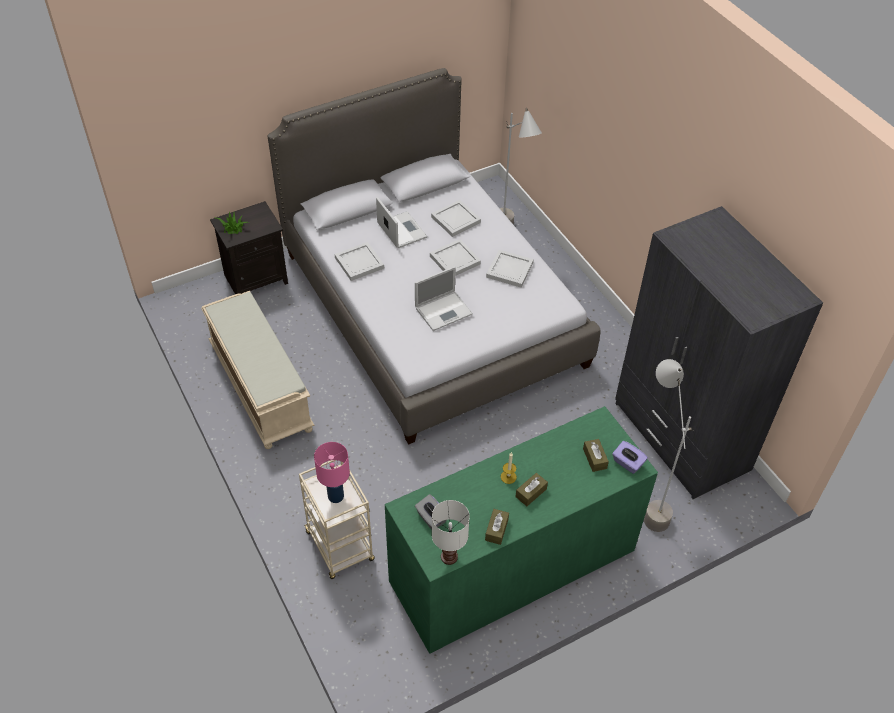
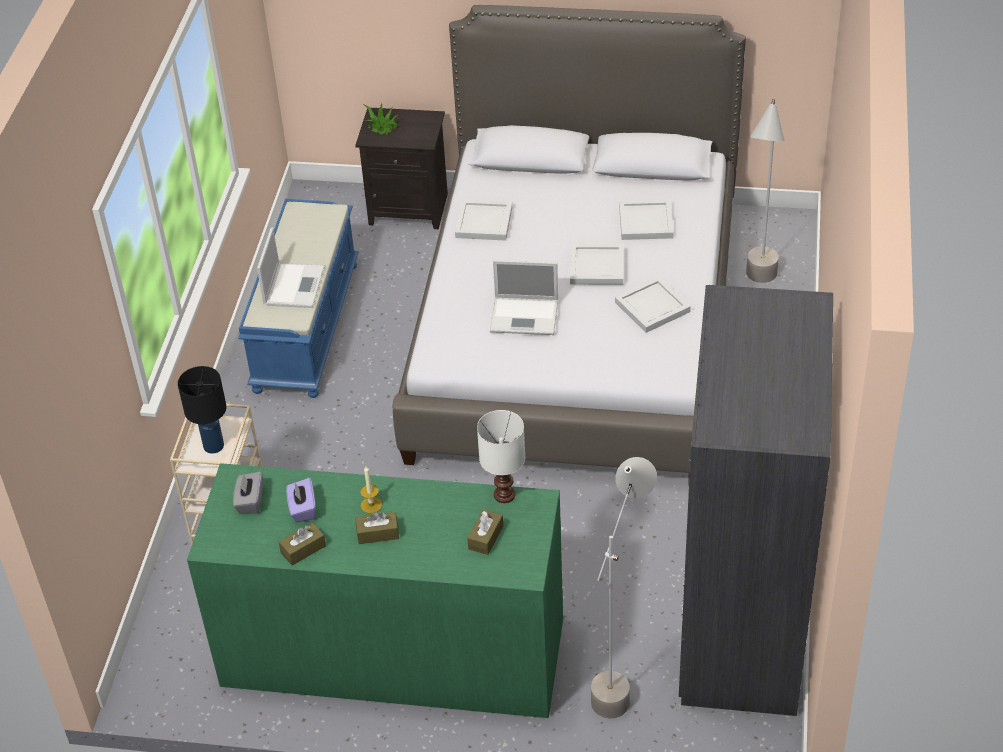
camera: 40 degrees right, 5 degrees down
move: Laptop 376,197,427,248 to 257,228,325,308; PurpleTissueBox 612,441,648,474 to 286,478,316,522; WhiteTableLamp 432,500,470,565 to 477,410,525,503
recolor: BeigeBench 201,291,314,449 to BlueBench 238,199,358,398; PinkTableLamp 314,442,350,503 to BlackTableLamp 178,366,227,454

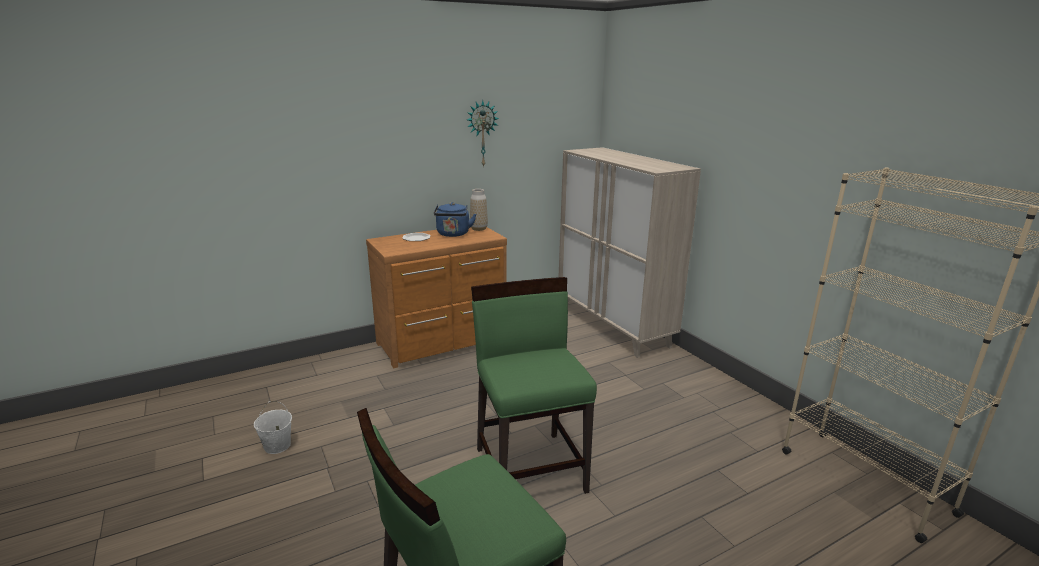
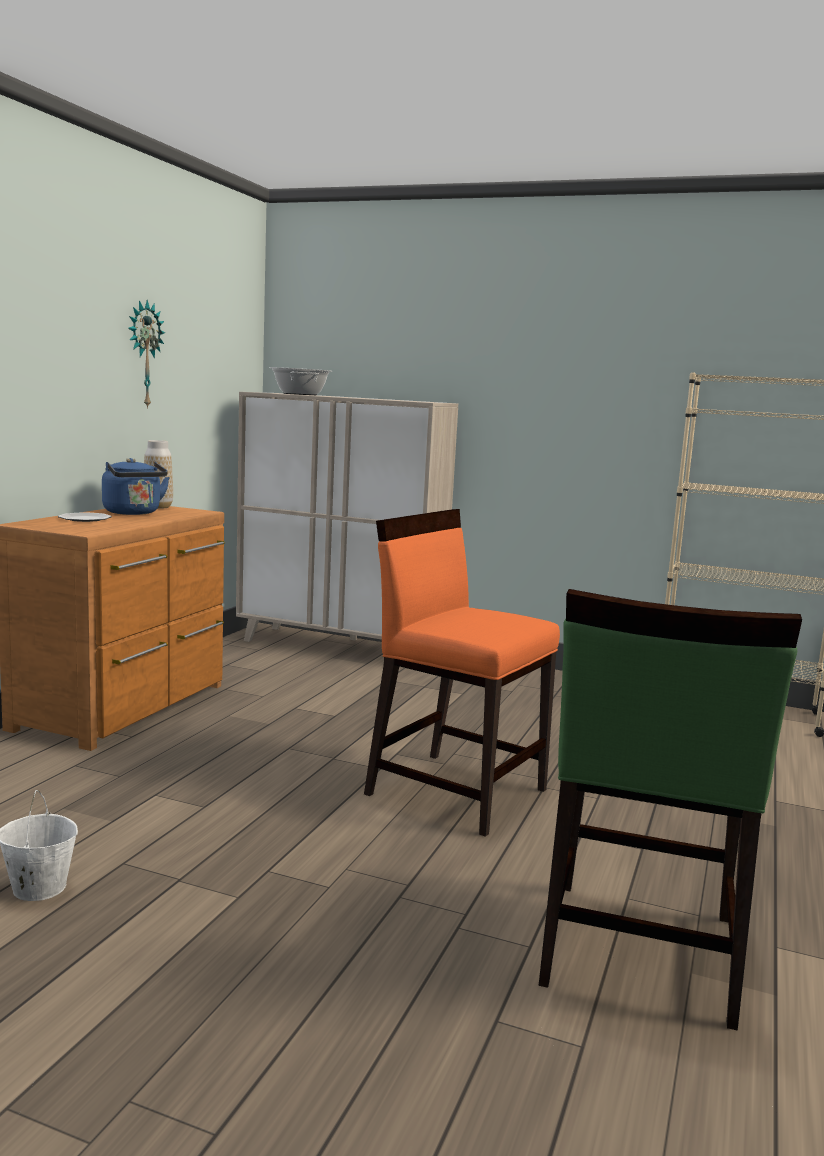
camera: 40 degrees left, 10 degrees down
insert: CookingPot 270,367,332,395
recolor: GreenChair 471,277,597,494 to OrangeChair 364,509,560,837

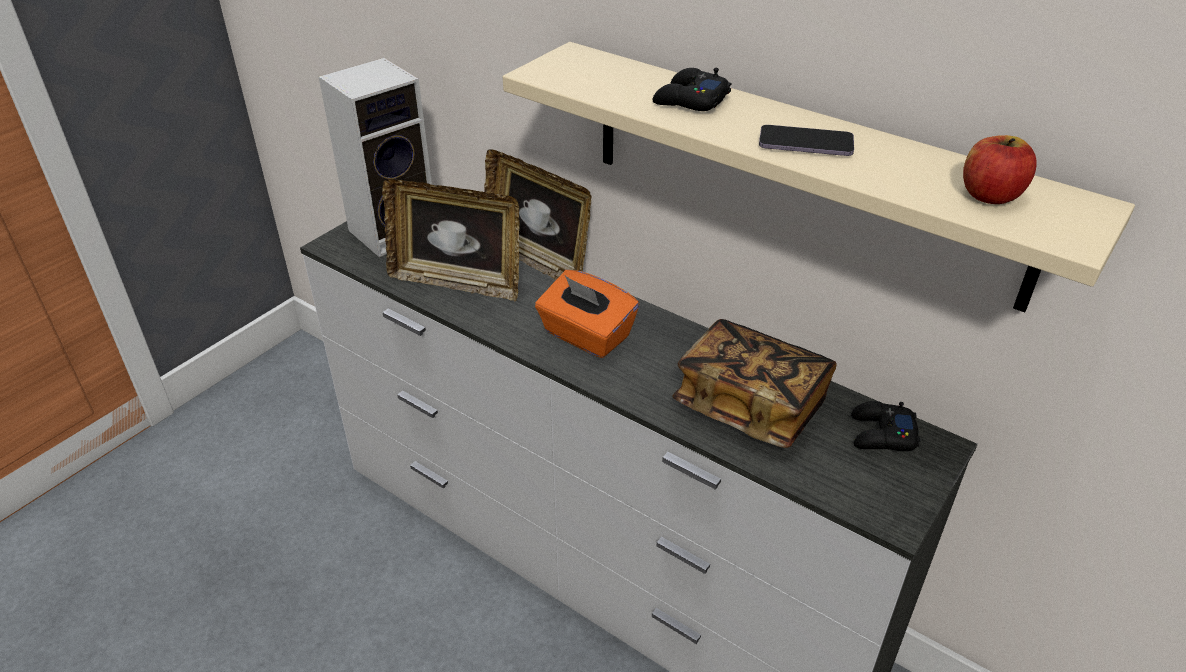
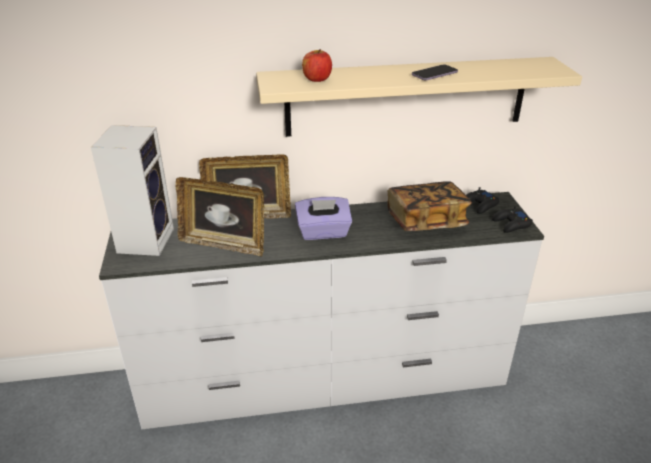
camera: 45 degrees left, 5 degrees down
move: BlackGameController 652,68,731,111 to 492,206,533,233; Apple 963,135,1037,204 to 302,49,332,82
recolor: OrangeTissueBox 535,270,639,358 to PurpleTissueBox 295,197,352,240
rotate: PictureFrame 382,179,520,301 = 175,177,264,257 45 degrees clockwise

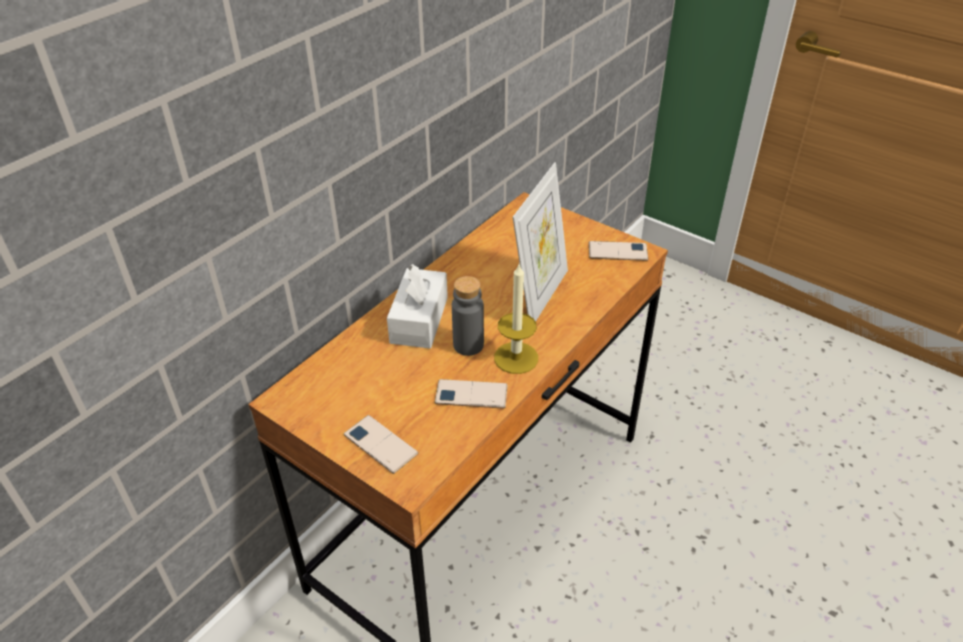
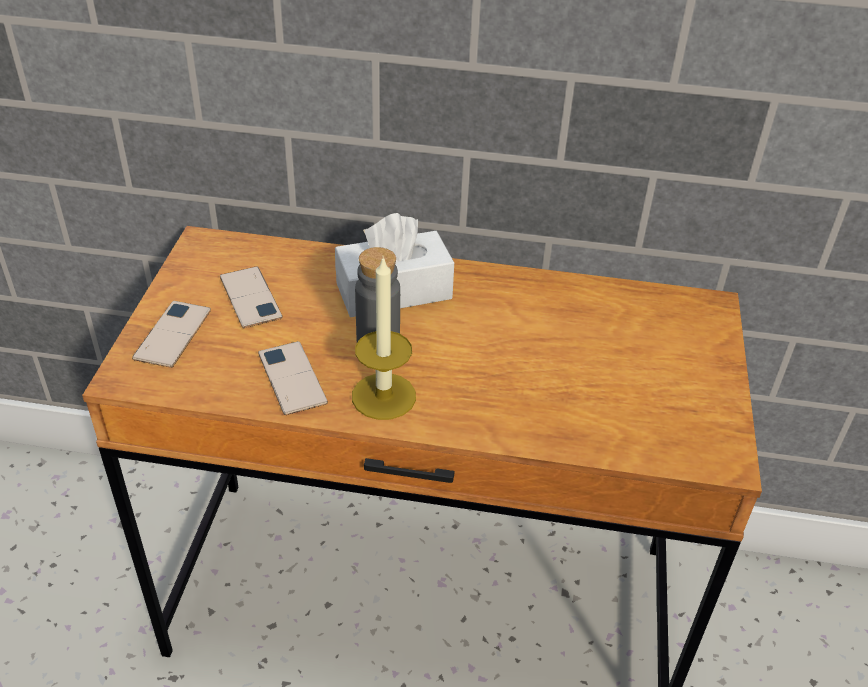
camera: 60 degrees right, 0 degrees up
delete: PictureFrame 513,162,568,322
move: Phone 589,241,648,261 to 220,266,283,328

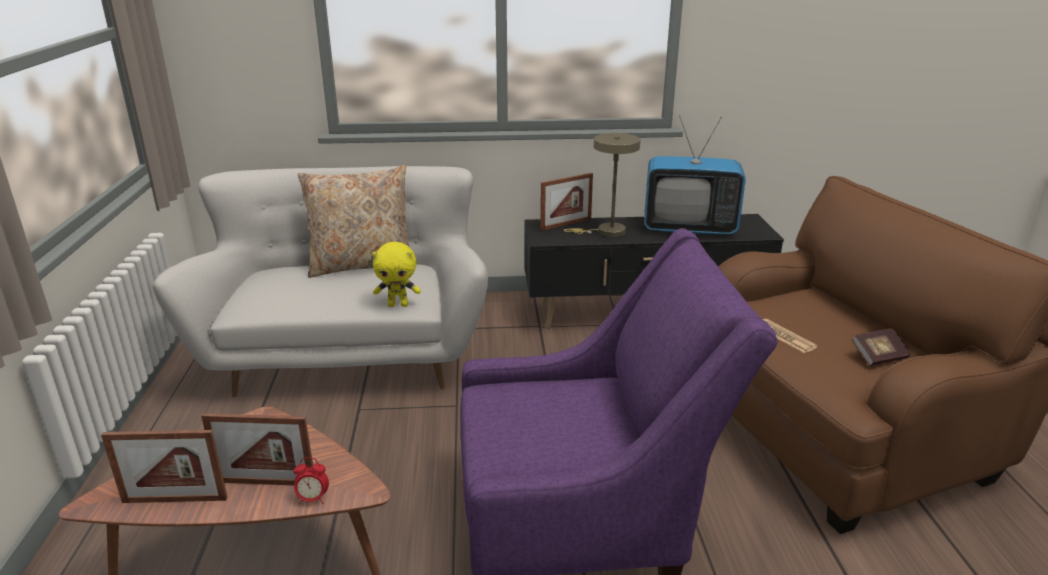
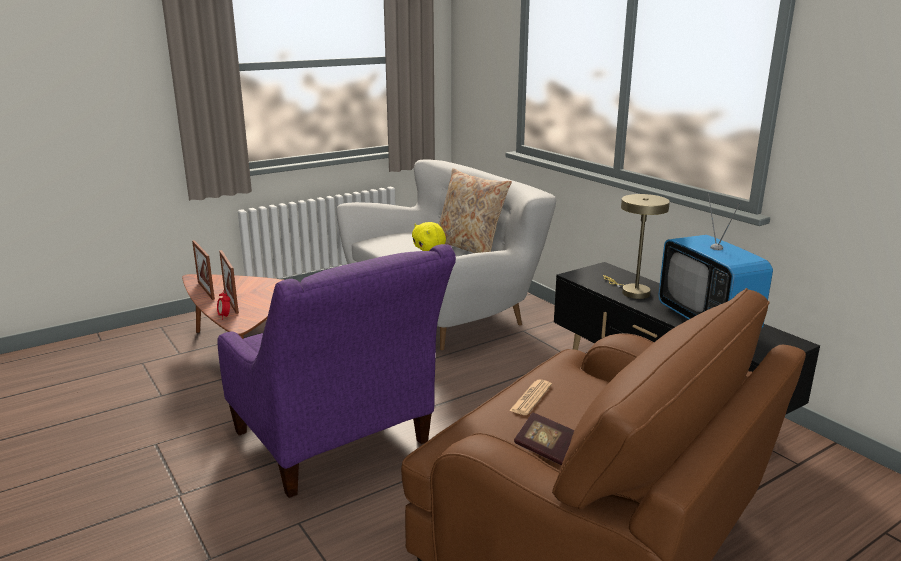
camera: 60 degrees right, 5 degrees down
delete: PictureFrame 540,173,593,231

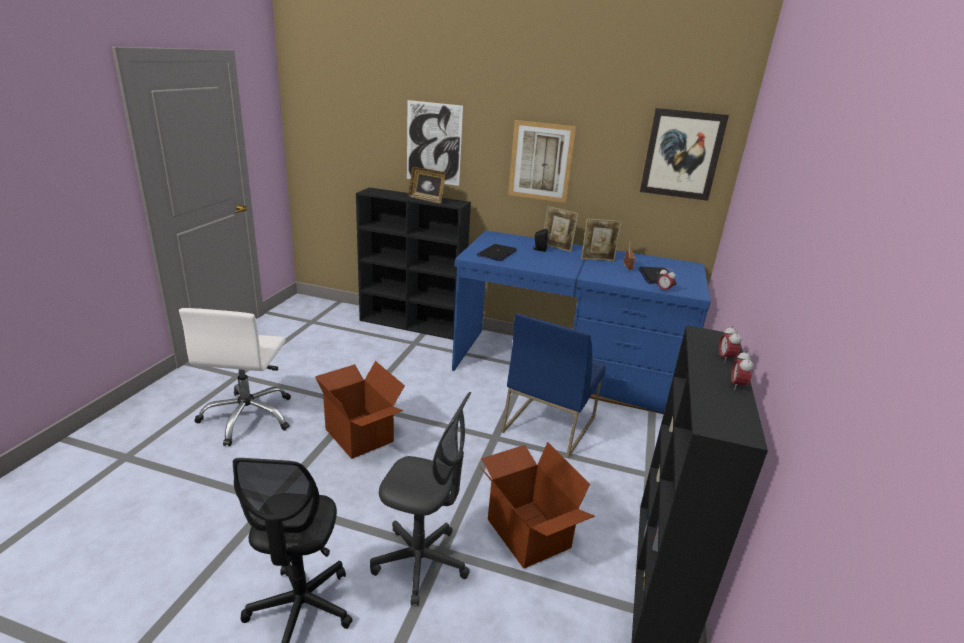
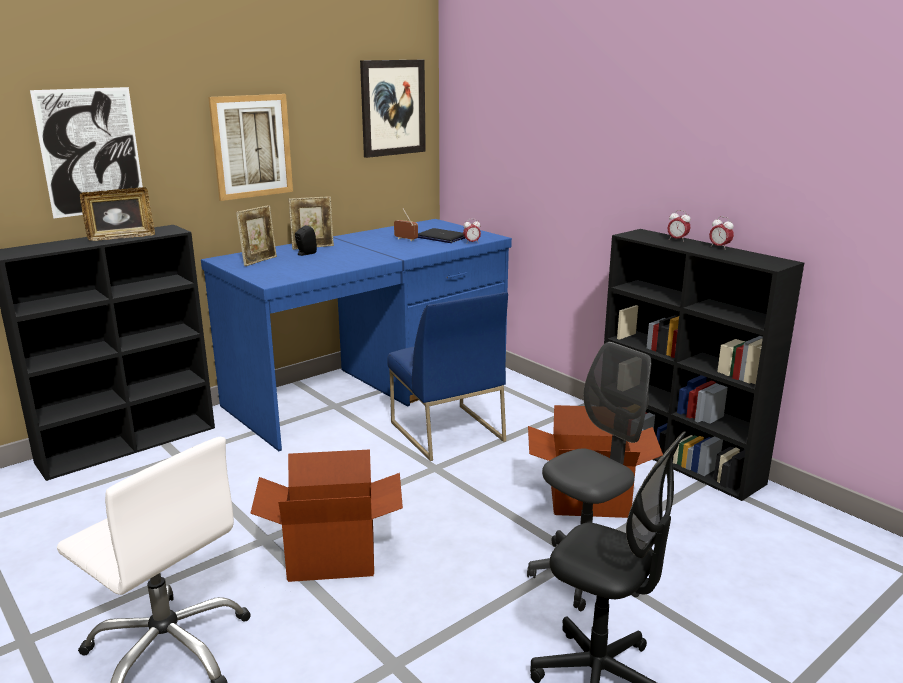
camera: 55 degrees left, 5 degrees down
delete: Laptop 477,244,517,261
move: PictureFrame 581,218,622,261 to 236,205,277,266

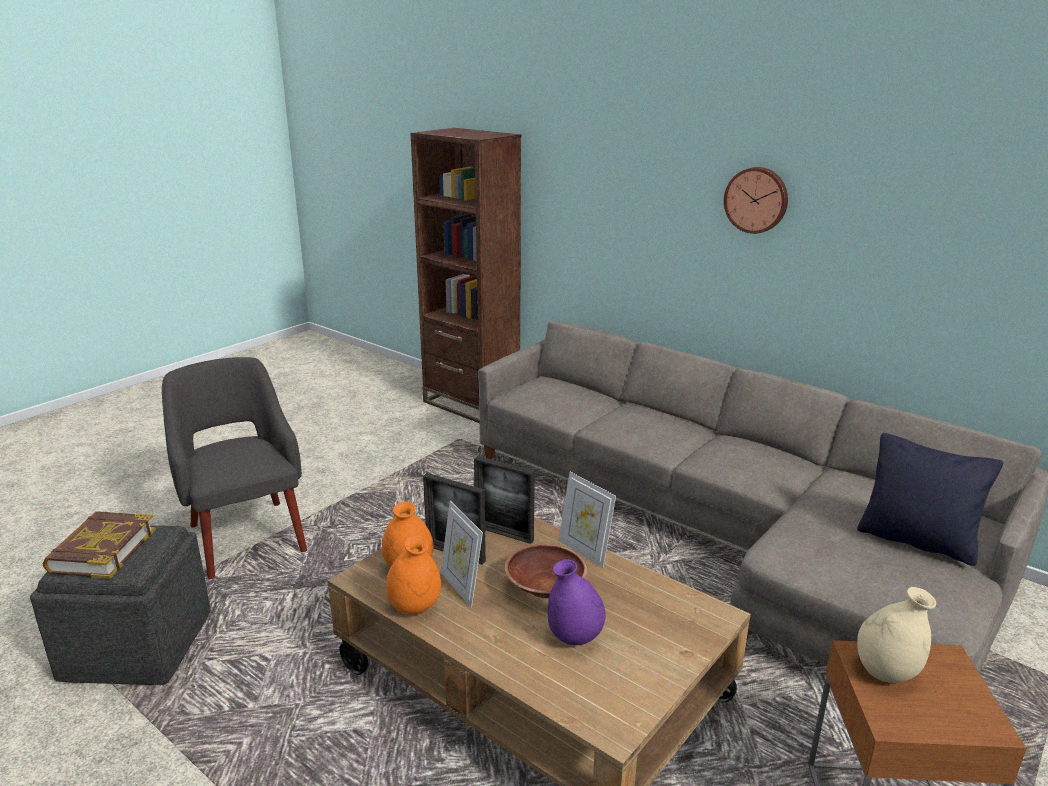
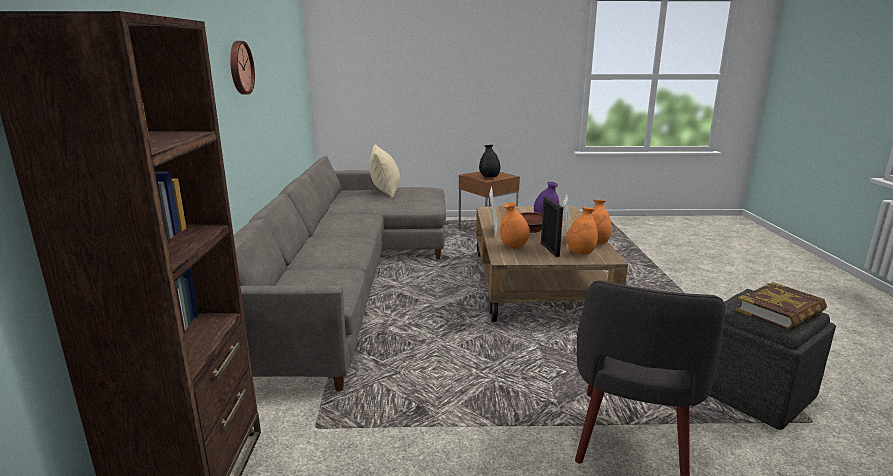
camera: 130 degrees left, 5 degrees down
replace: PictureFrame 474,456,535,544 to OrangeVase 500,202,530,248
recolor: BlackPillow 857,433,1003,566 to BeigePillow 369,144,400,198; BeigeVase 857,587,936,683 to BlackVase 479,145,500,178

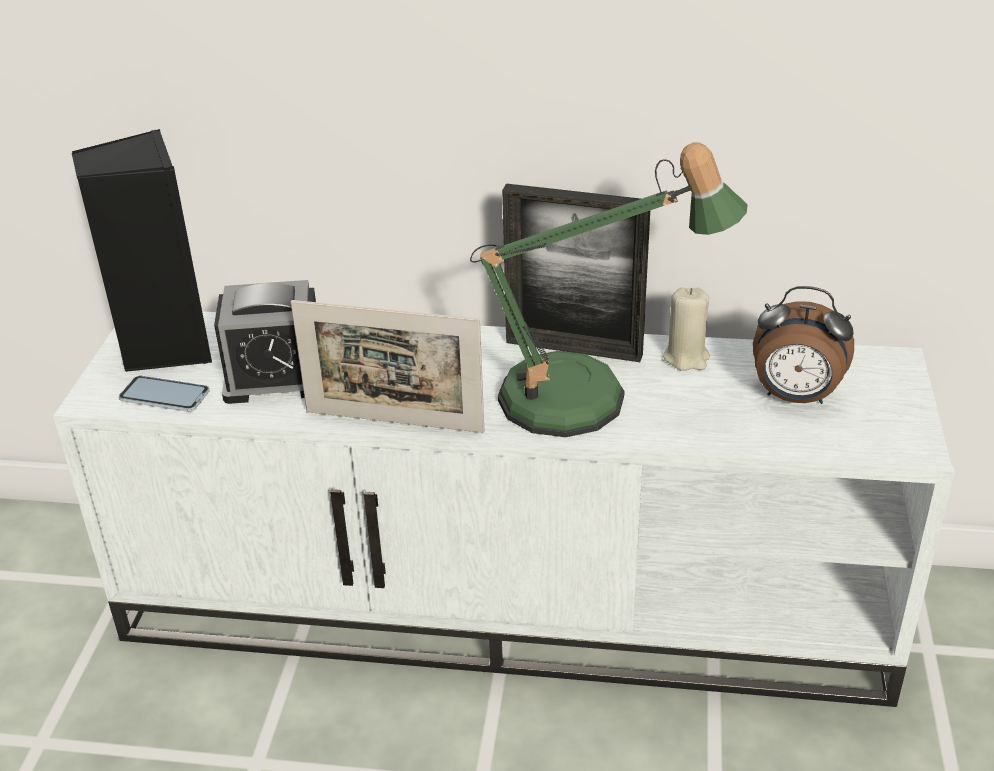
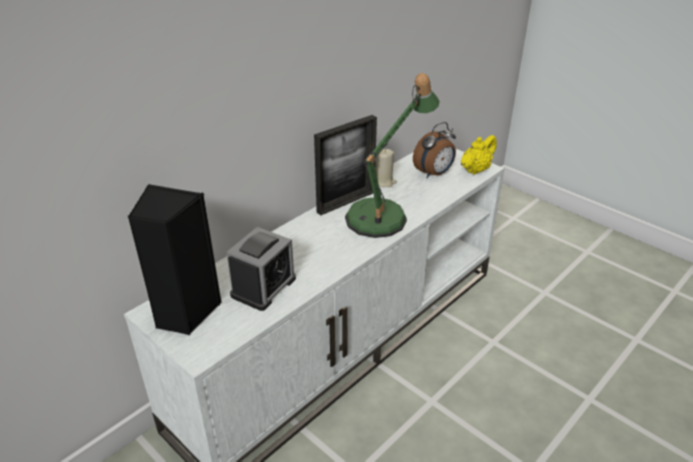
camera: 55 degrees left, 0 degrees up
delete: PictureFrame 291,300,484,433; Phone 119,376,210,412
insert: YellowTeapot 461,135,497,175

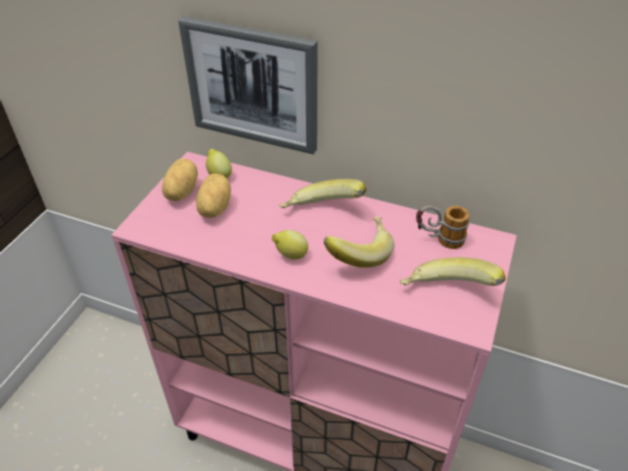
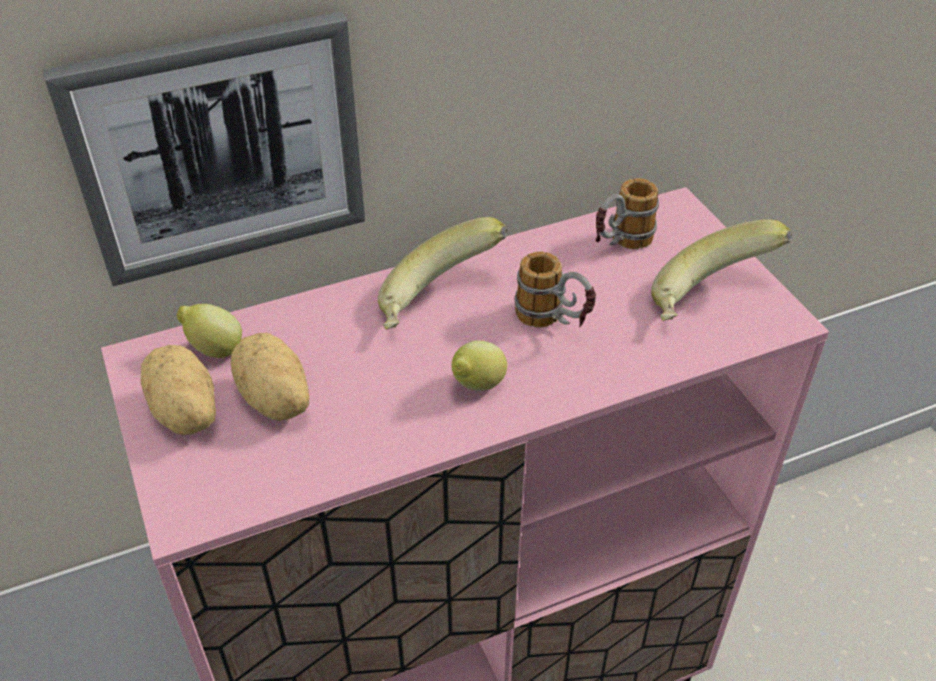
camera: 45 degrees left, 0 degrees up
replace: Banana 324,217,394,268 to Mug 514,252,596,327

